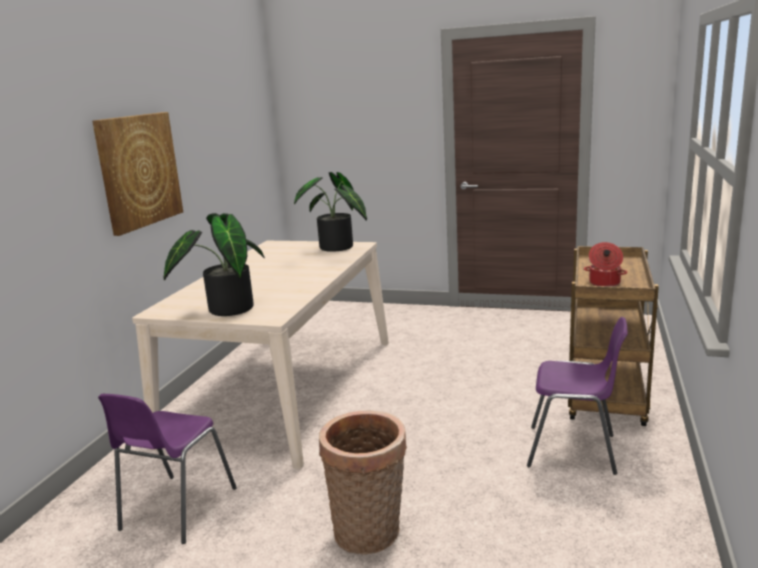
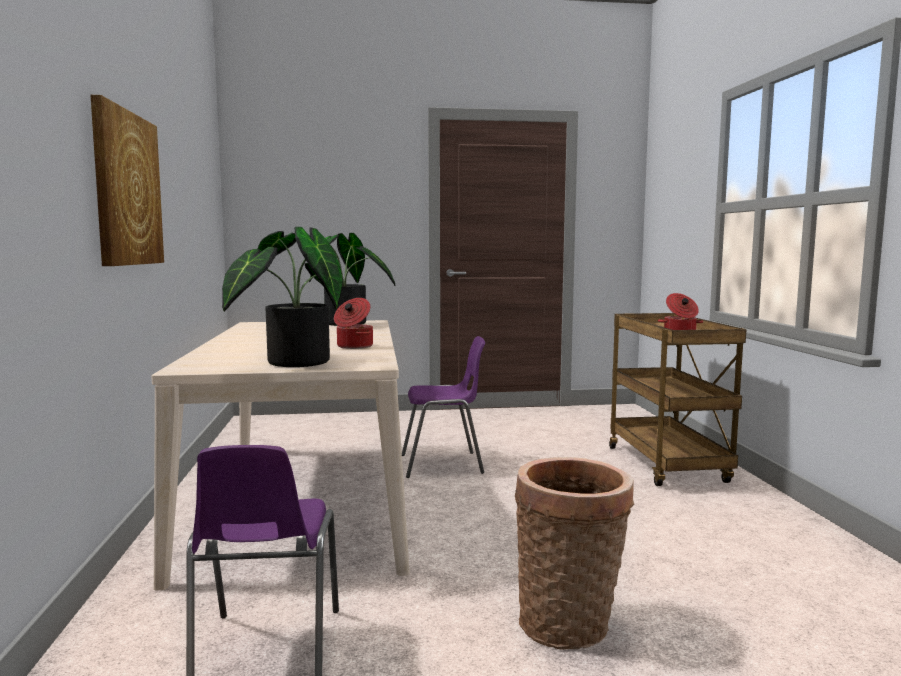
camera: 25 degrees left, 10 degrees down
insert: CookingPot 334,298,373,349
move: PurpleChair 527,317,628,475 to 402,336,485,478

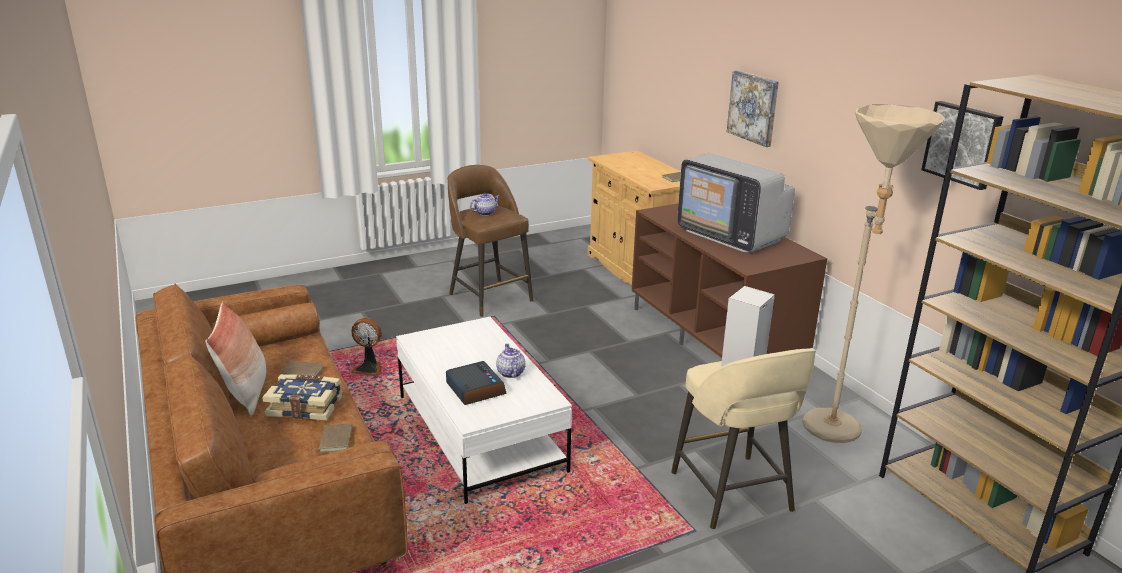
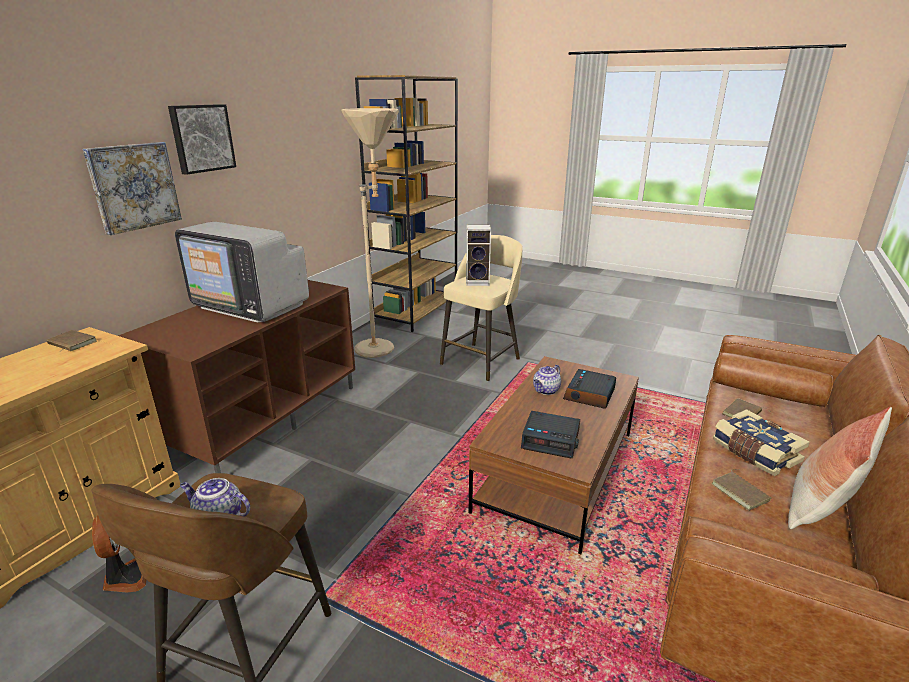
camera: 125 degrees left, 0 degrees up
insert: AlarmClock 521,411,580,458
move: Picture 921,101,1003,190 to 168,104,236,175; Fan 351,318,382,376 to 92,515,146,593
recolor: WhiteCoffeeTable 396,317,572,504 to BrownCoffeeTable 469,356,639,554
rotate: Television 677,153,795,253 = 175,222,309,323 105 degrees clockwise

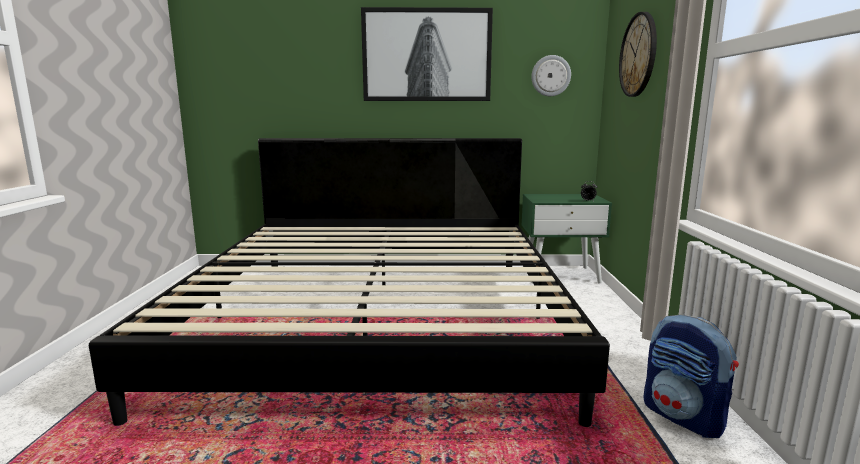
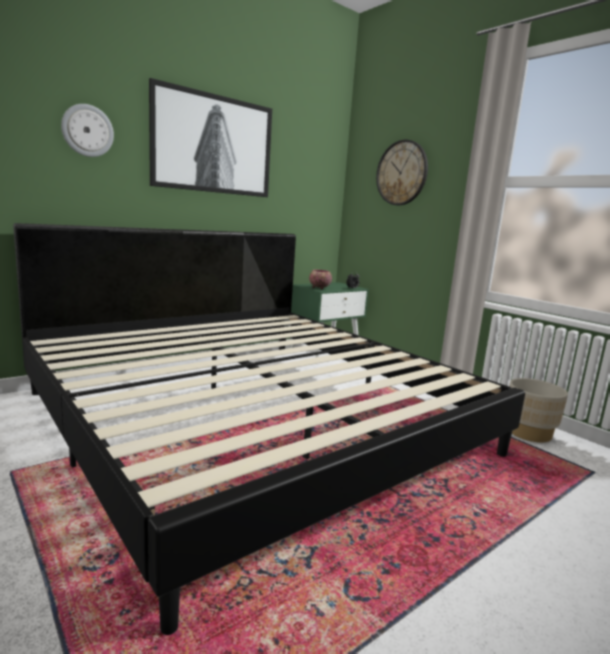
camera: 40 degrees left, 0 degrees up
insert: Bowl 309,270,332,289
move: WallClock 531,55,571,96 to 61,104,114,157
replace: Backpack 643,314,739,438 to BeigePlanter 509,378,568,443

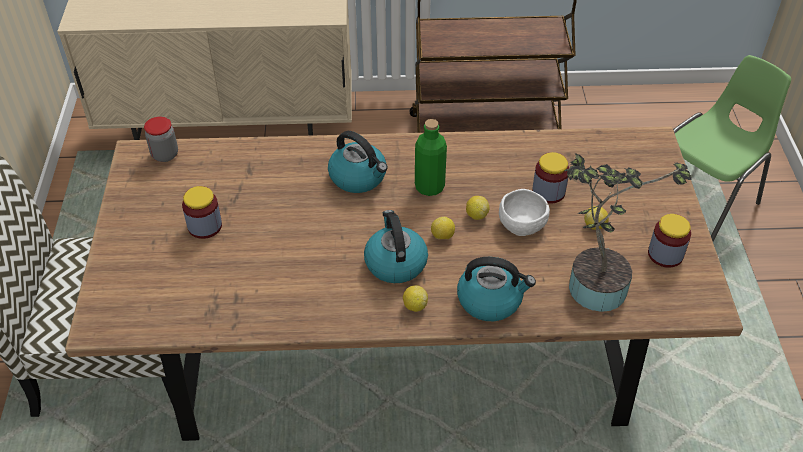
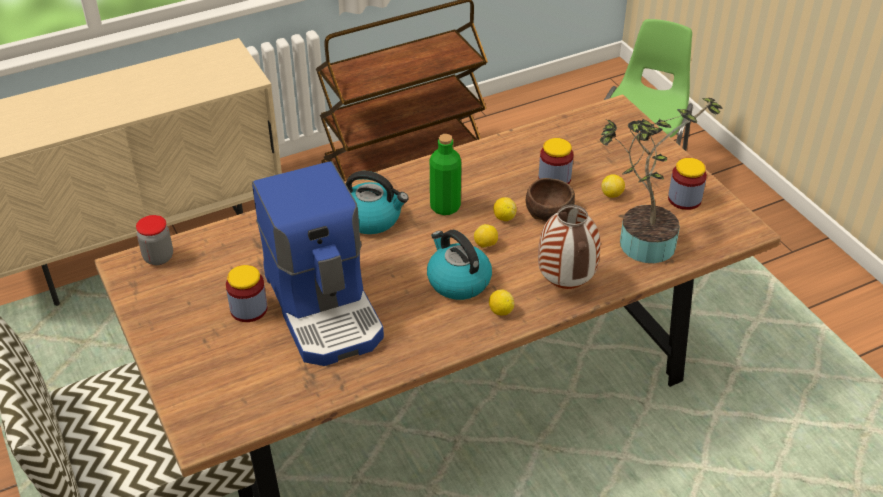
camera: 25 degrees left, 5 degrees down
insert: CoffeeMachine 252,161,384,366
replace: Kettle 457,257,536,321 to Vase 538,205,600,289
recolor: WhiteBowl 499,189,550,236 to BrownBowl 525,178,575,222

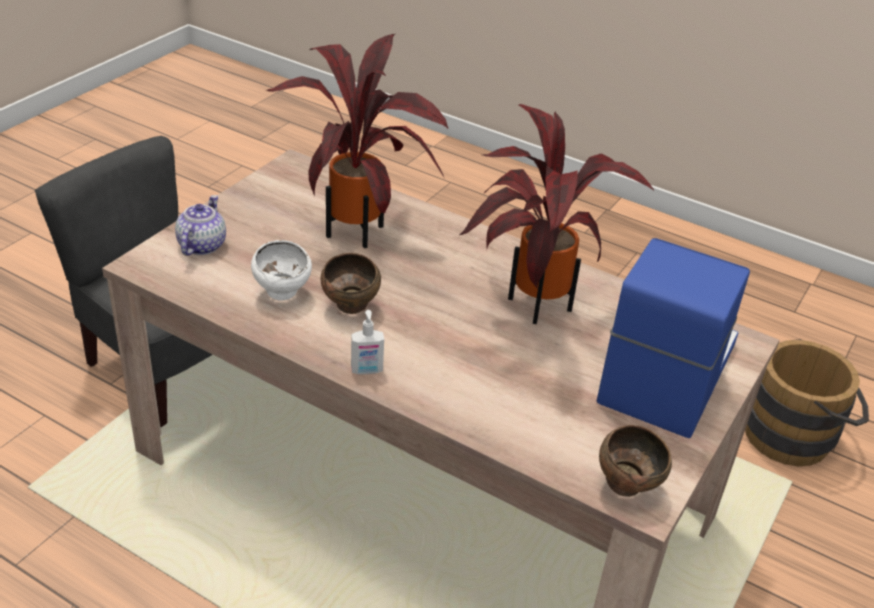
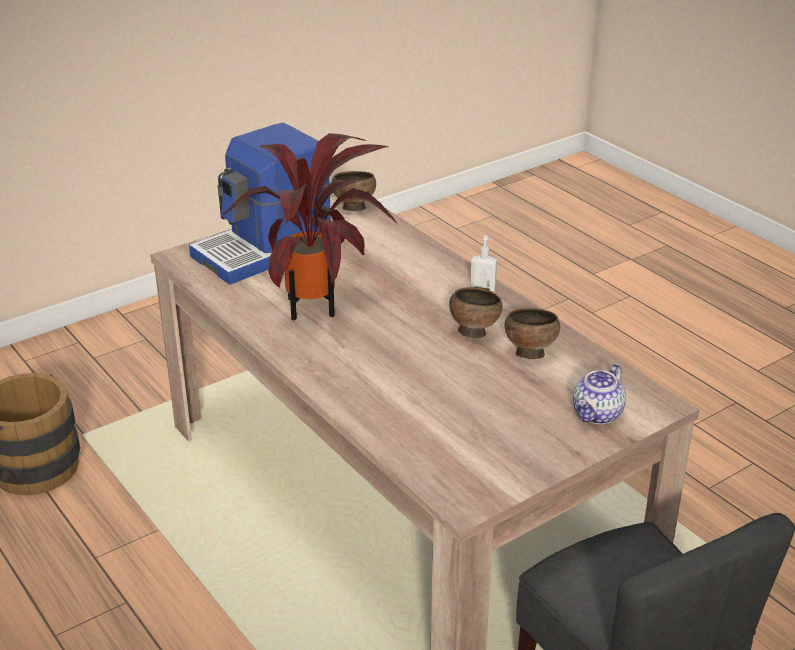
camera: 155 degrees left, 5 degrees down
delete: PottedPlant 266,34,448,248
recolor: WhiteBowl 251,240,312,301 to BrownBowl 505,308,560,359

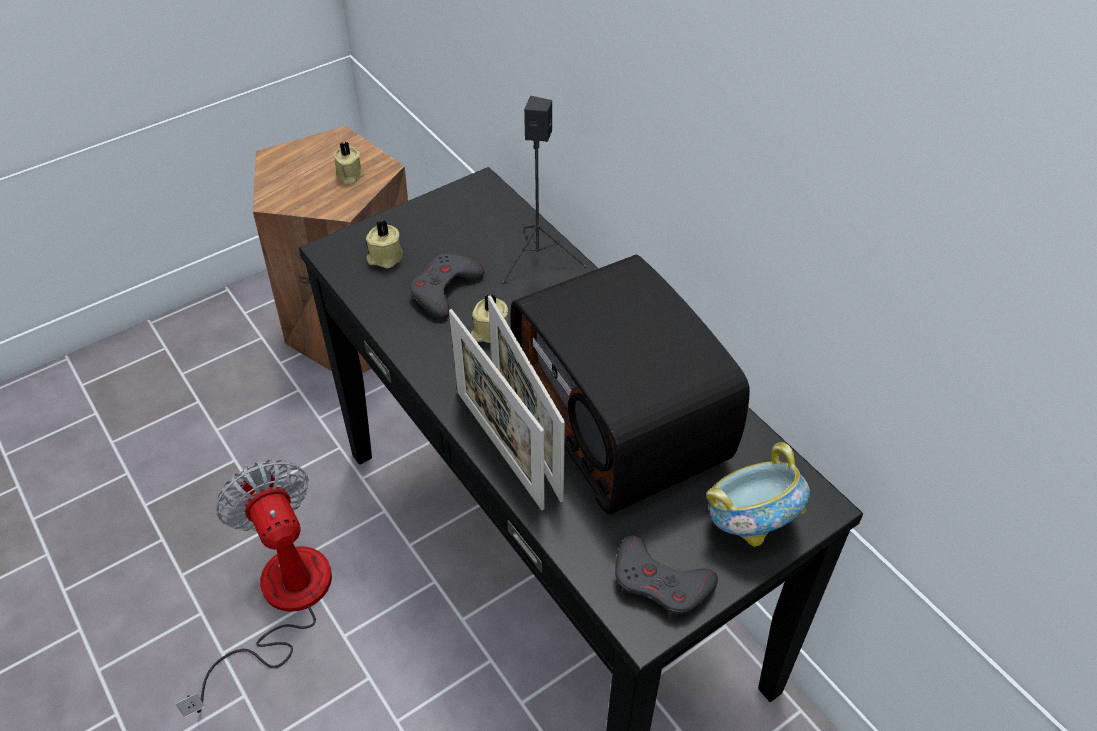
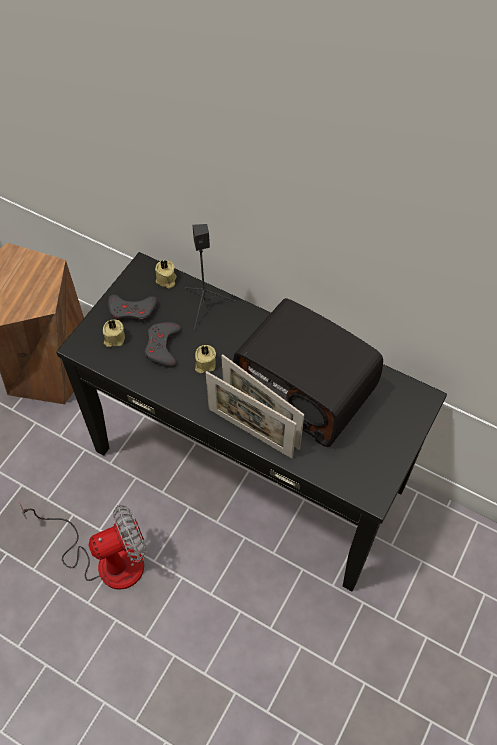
camera: 25 degrees left, 10 degrees up
delete: Bowl 706,442,810,547
move: BeigeCandle 334,142,364,185 to 155,260,177,288; GreyGameController 615,536,718,619 to 108,295,158,323
rotate: Fan 175,459,332,717 = 18,502,147,590 120 degrees clockwise

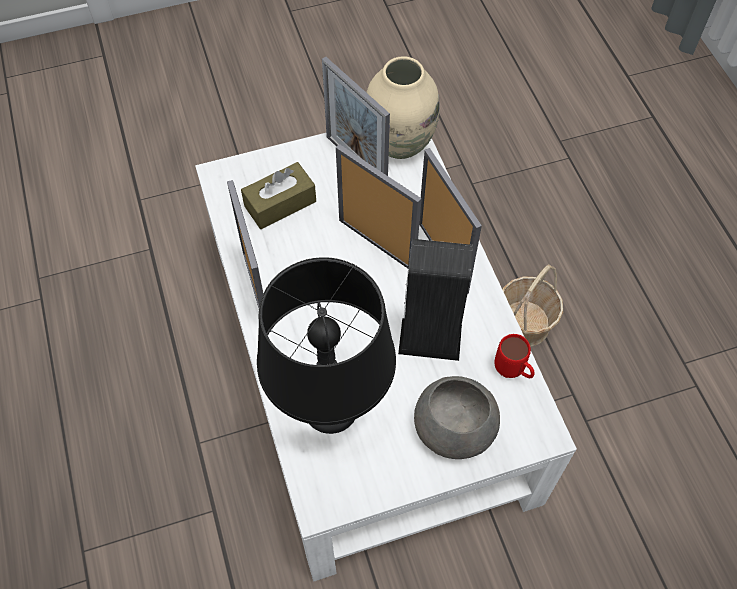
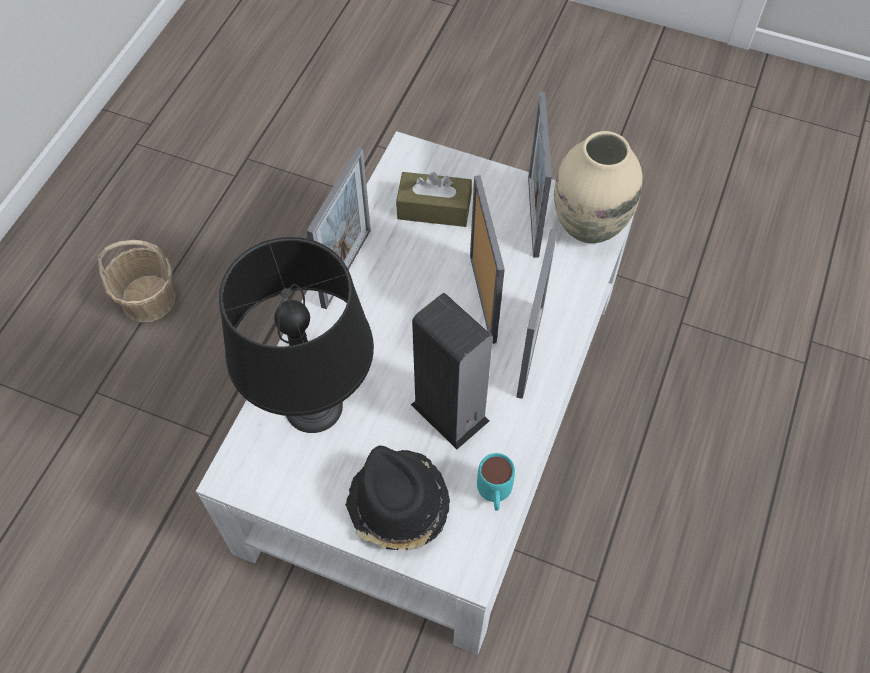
camera: 40 degrees right, 0 degrees up
move: Basket 502,265,563,347 to 98,240,176,322
replace: GreyBowl 414,376,500,459 to BlackHat 345,446,450,550
recolor: RedMug 494,334,535,378 to TurquoiseMug 477,453,515,511

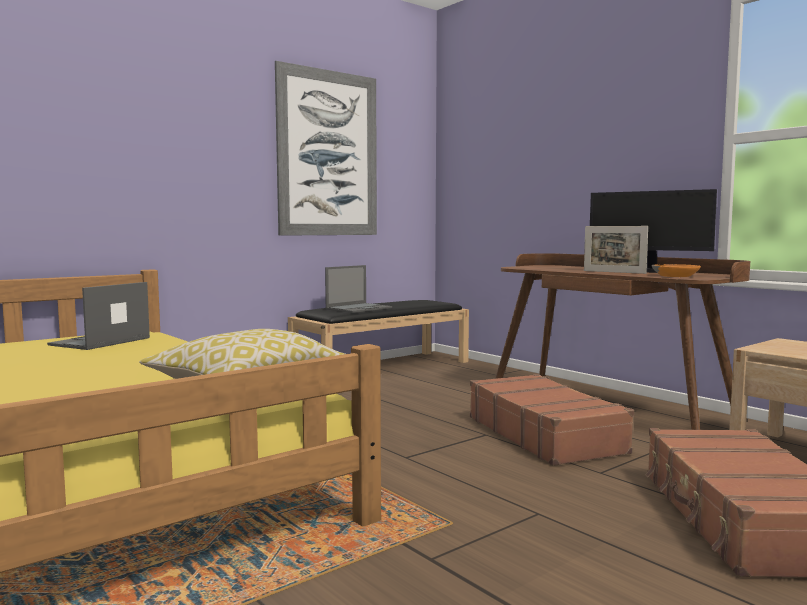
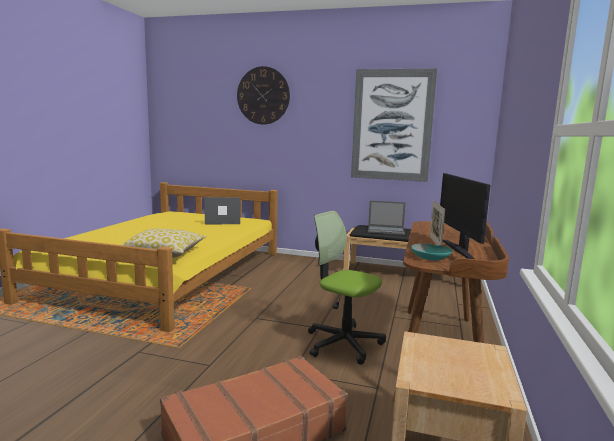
camera: 55 degrees right, 5 degrees up
insert: WallClock 237,66,290,125
replace: BrownSuitcase 470,374,634,466 to OfficeChair 308,211,386,365
recolor: OrangeBowl 652,264,701,277 to TurquoiseBowl 411,243,453,260

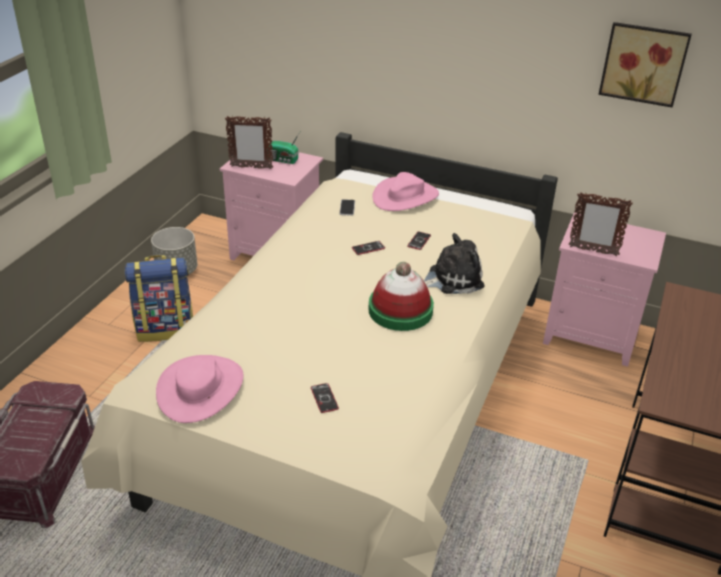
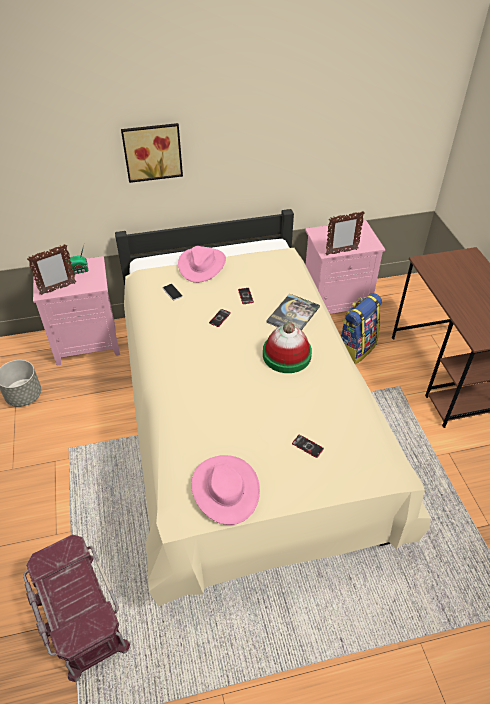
camera: 35 degrees left, 10 degrees up
move: Picture 598,22,692,107 to 121,123,183,183; Backpack 125,255,193,342 to 341,293,382,364
replace: PlushToy 424,233,485,294 to Book 266,294,320,330

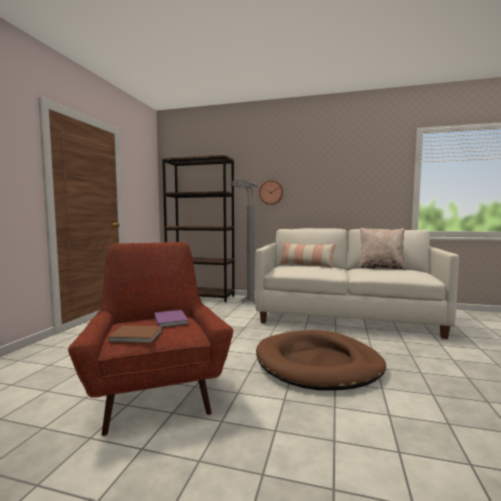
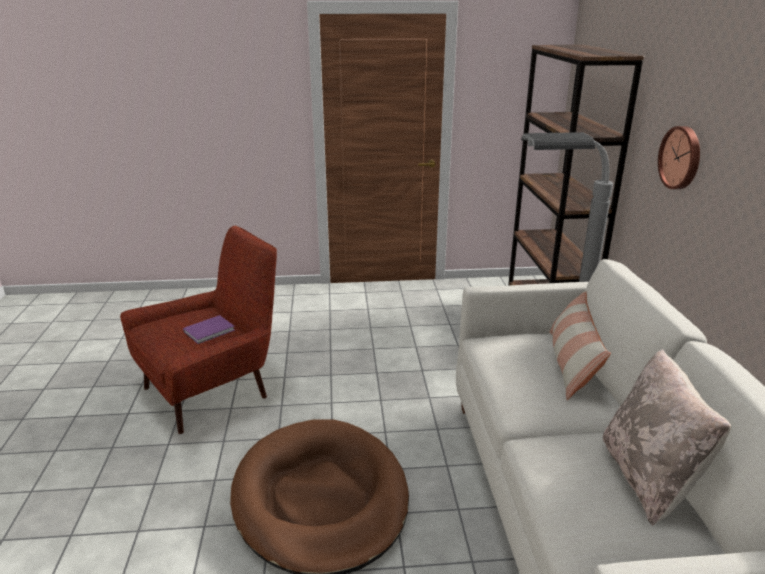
camera: 70 degrees right, 20 degrees up
delete: BrownBook 108,326,163,343

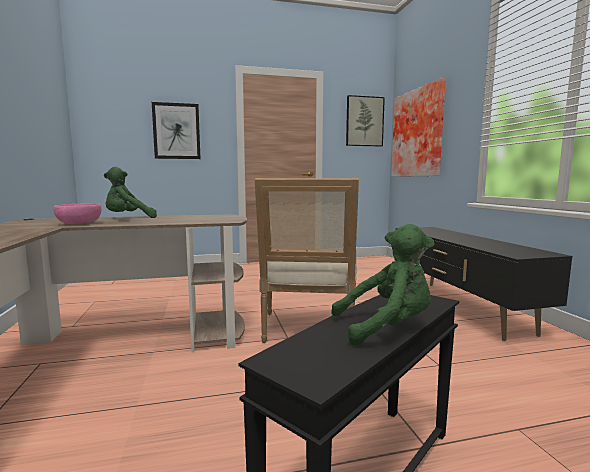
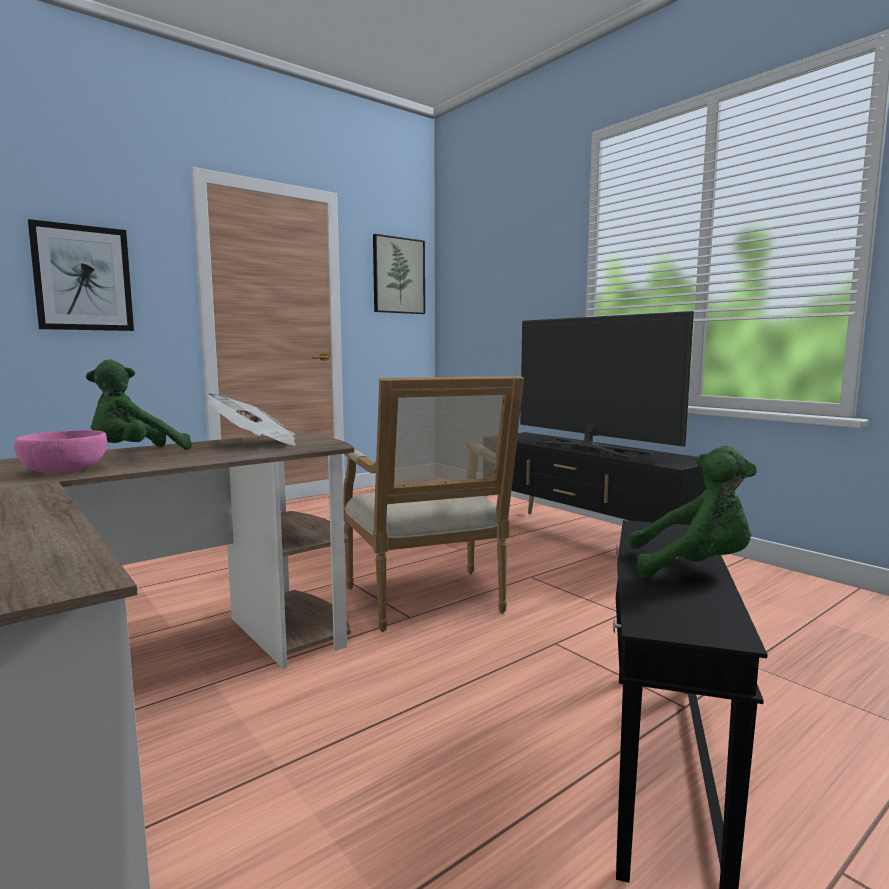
camera: 25 degrees left, 0 degrees up
delete: Picture 391,77,446,177
insert: Television 520,311,694,458; Newspaper 206,392,296,446
rotate: GreenPlushToy 331,224,434,346 = 629,446,757,578 45 degrees clockwise

